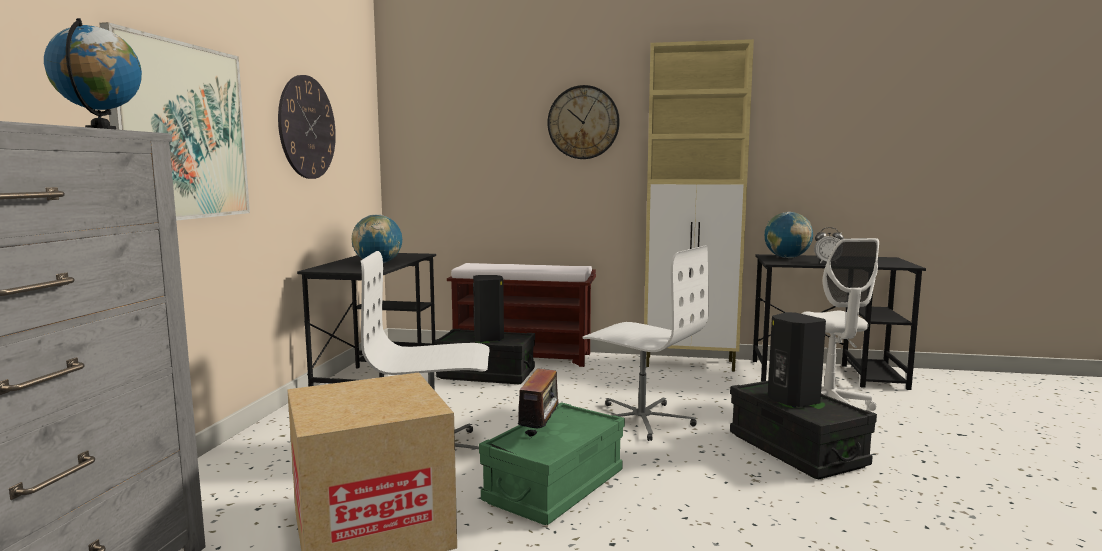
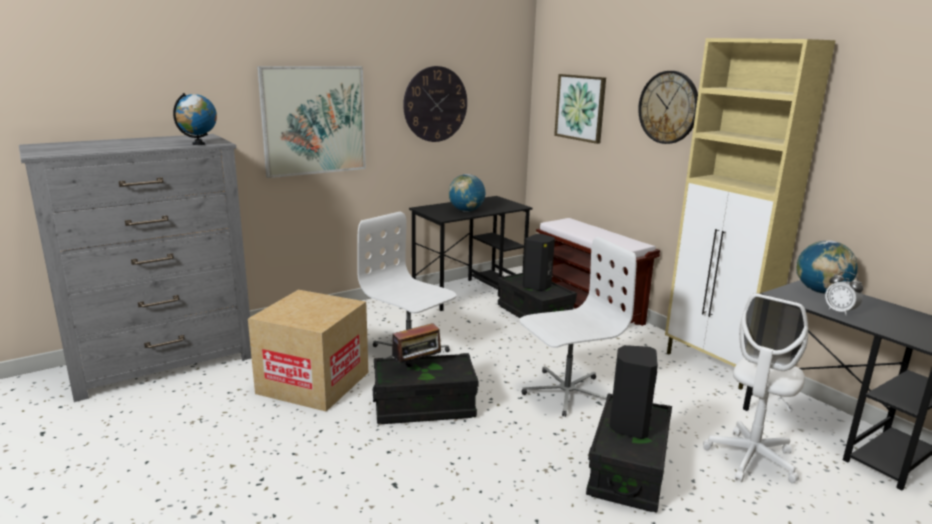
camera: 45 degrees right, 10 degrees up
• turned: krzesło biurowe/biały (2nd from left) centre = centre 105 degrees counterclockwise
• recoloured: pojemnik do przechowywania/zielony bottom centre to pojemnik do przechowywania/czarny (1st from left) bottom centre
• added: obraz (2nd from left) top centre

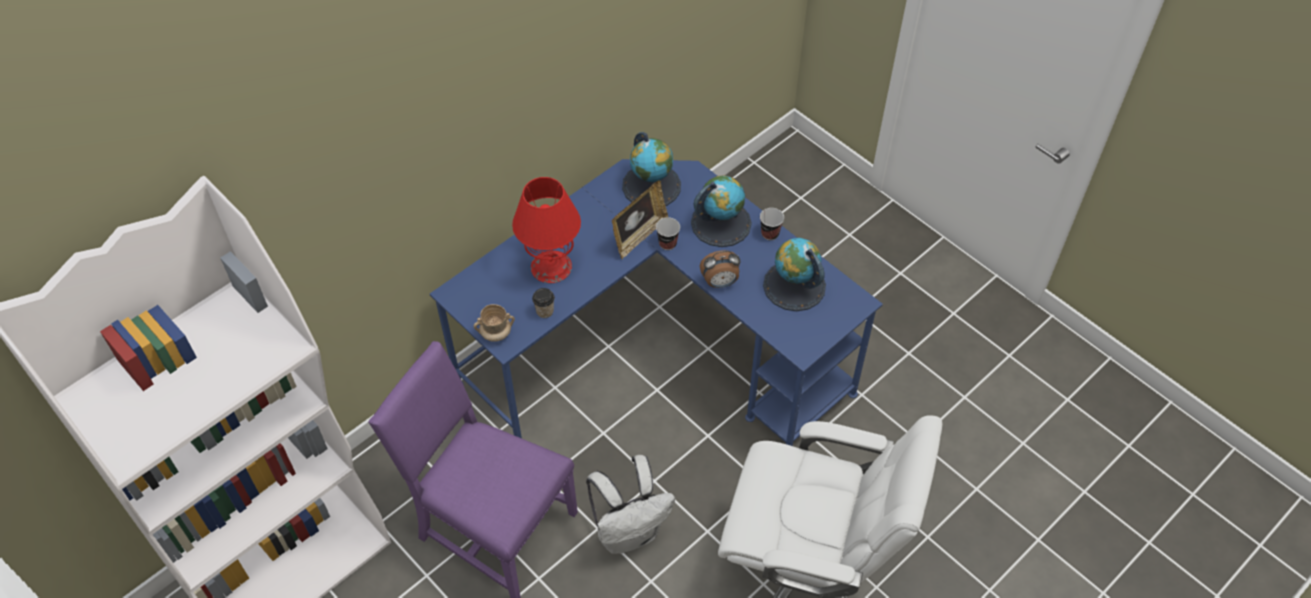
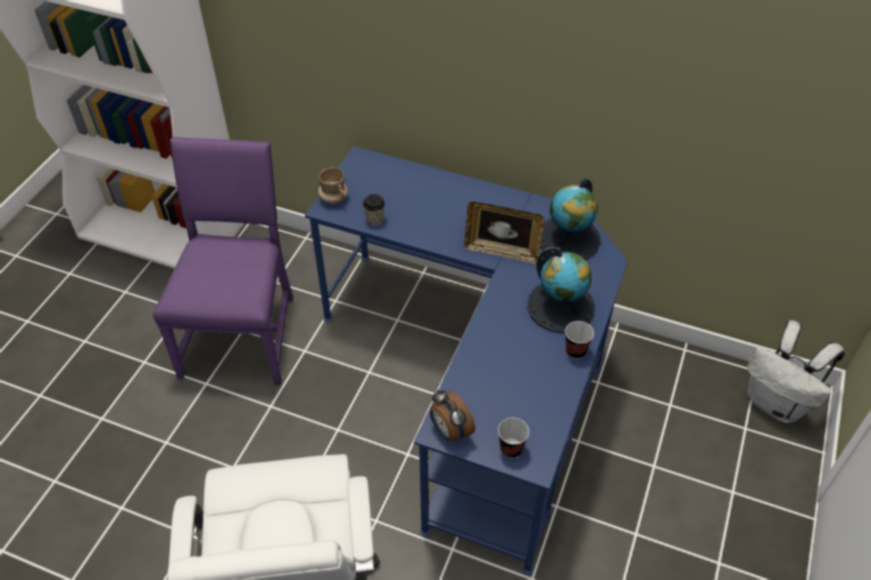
camera: 65 degrees right, 5 degrees down
• removed: lampa stołowa/czerwony centre
• moved: filiżanka (2nd from left) centre to bottom centre
• removed: globus (3rd from left) centre
• moved: budzik centre to bottom centre
• moved: plecak/biały bottom centre to middle right

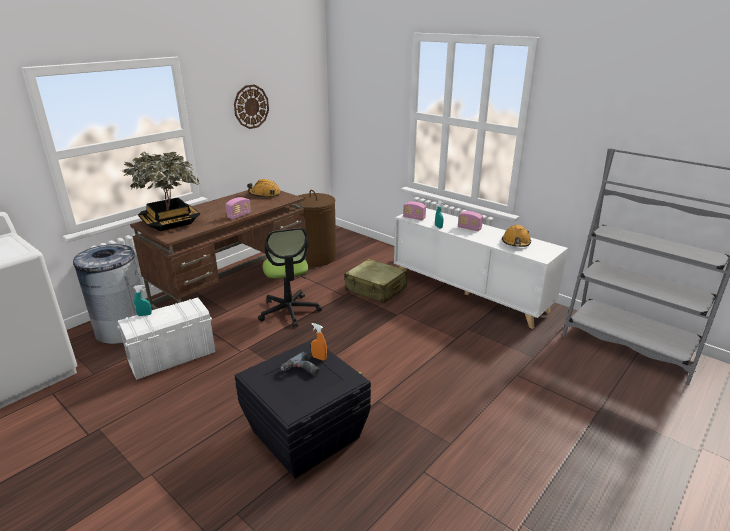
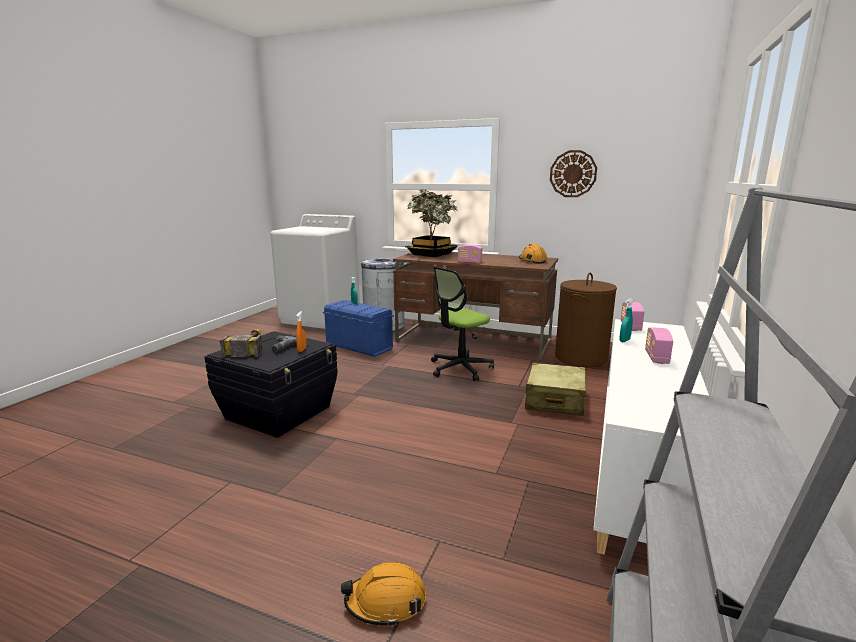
camera: 70 degrees right, 10 degrees down
• moved: kask/pomarańczowy (2nd from left in the first image) middle right to kask/pomarańczowy (1st from left) bottom centre
• recoloured: pojemnik do przechowywania/biały middle left to pojemnik do przechowywania/niebieski centre
• added: młotek middle left

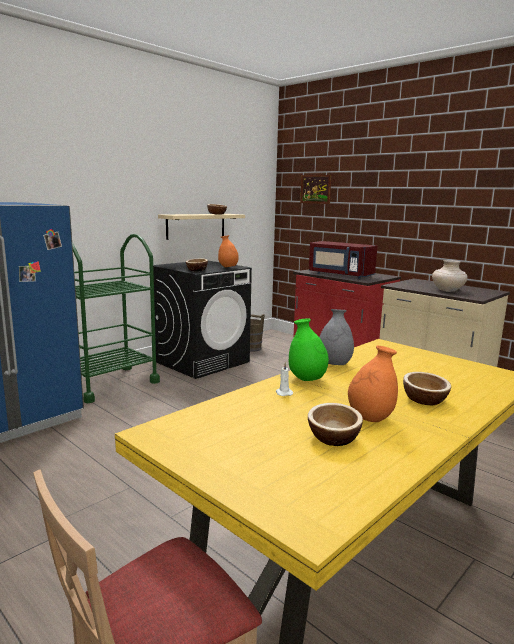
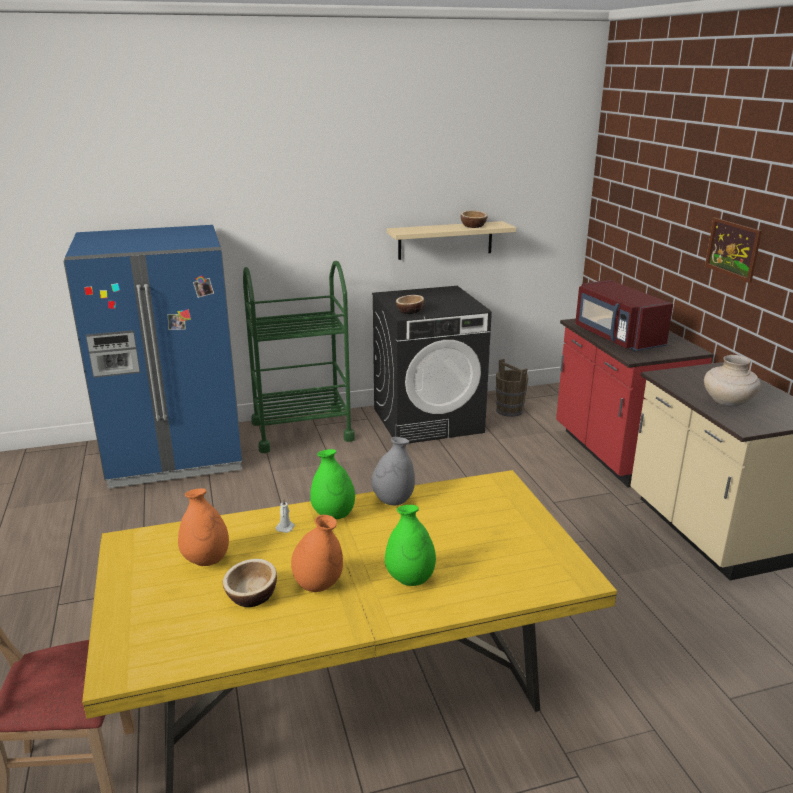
camera: 30 degrees right, 10 degrees up
• moved: obraz top centre to top right
• moved: wazon/pomarańczowy (1st from left) centre to middle left
• replaced: miska (4th from left) middle right to wazon/zielony (2nd from left) bottom centre

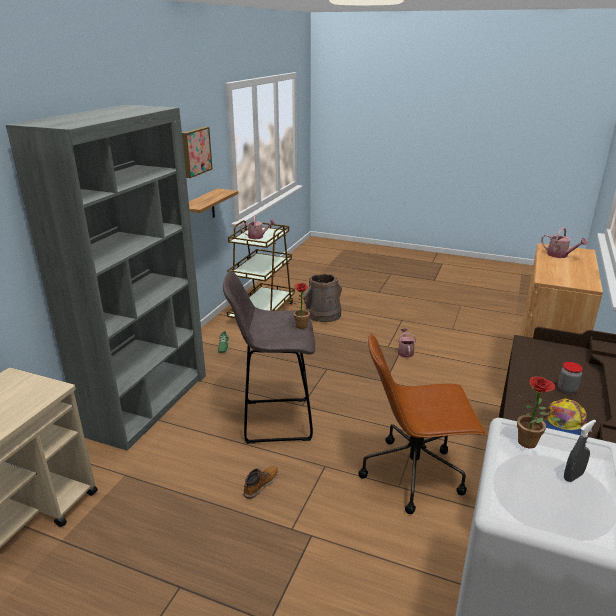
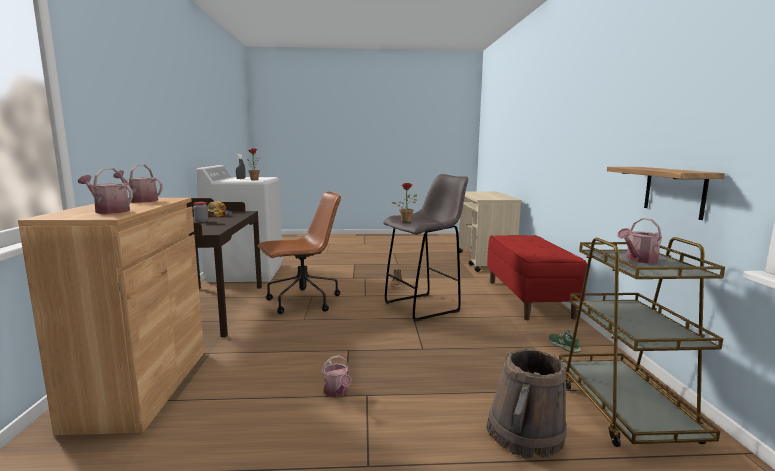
camera: 155 degrees right, 15 degrees down
• replaced: regał/szary middle left to ławka/czerwony middle right
• removed: obraz top left
• added: konewka (2nd from left) middle left

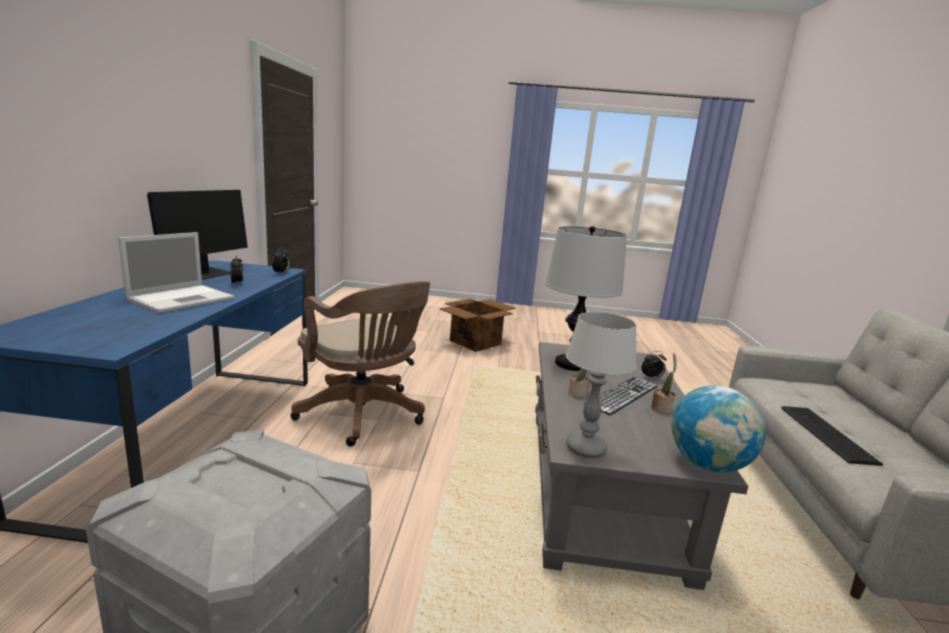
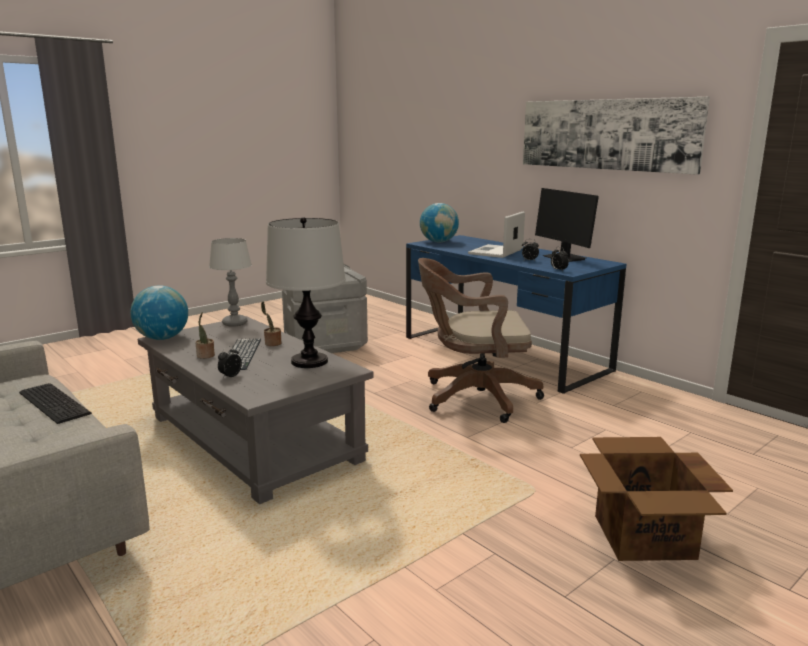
camera: 135 degrees right, 0 degrees up
• turned: laptop middle left = centre 45 degrees clockwise
• added: obraz top right
• added: globus (2nd from left) centre

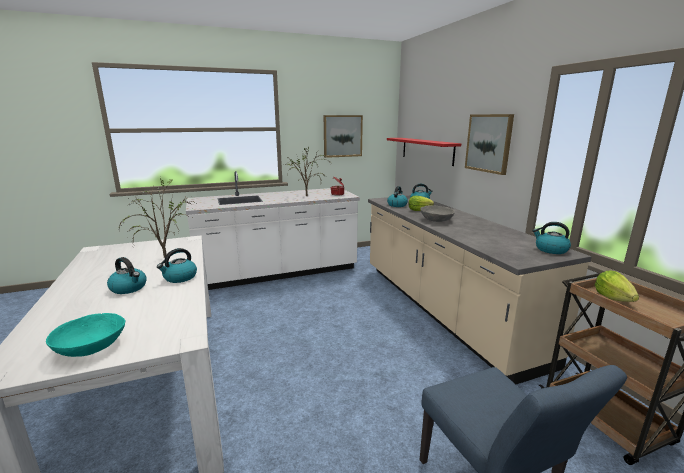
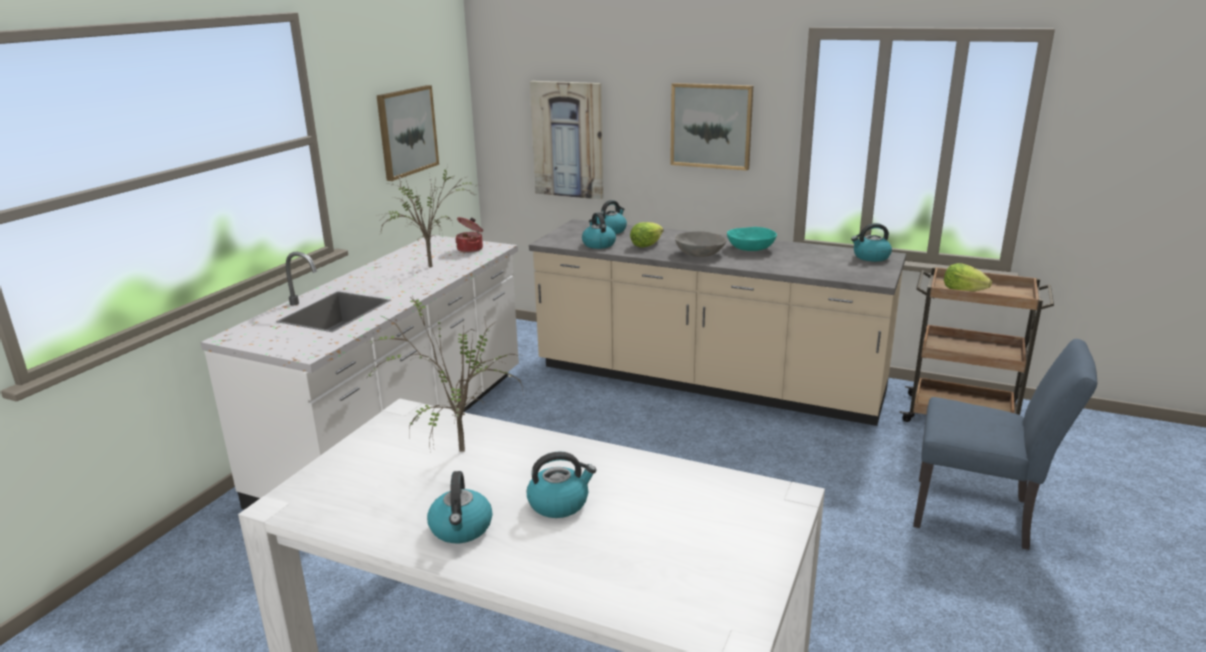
camera: 45 degrees left, 5 degrees up
• replaced: półka/czerwony top centre to obraz (2nd from left) top centre
• moved: czajnik (2nd from left in the first image) middle left to czajnik (1st from left) bottom centre
• moved: miska/turkusowy bottom left to centre

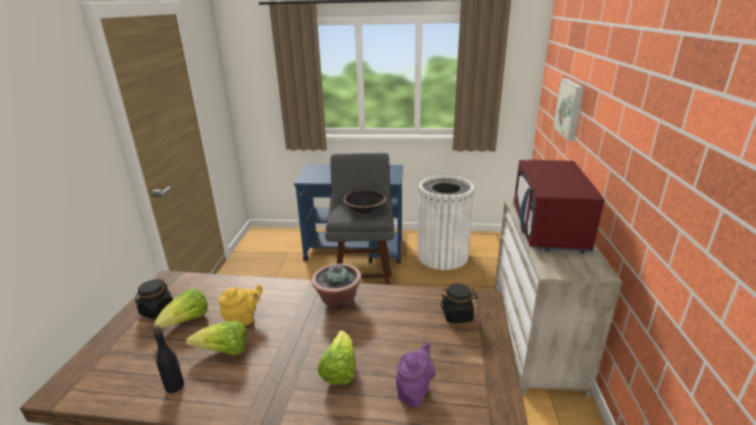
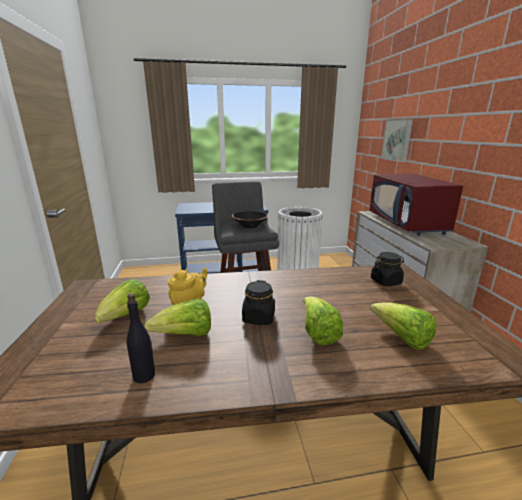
camera: 15 degrees left, 5 degrees down
• removed: roślina doniczkowa bottom centre
• moved: słoik/czarny (1st from left) bottom left to centre
• replaced: imbryk/fioletowy bottom centre to sałata (4th from left) middle right

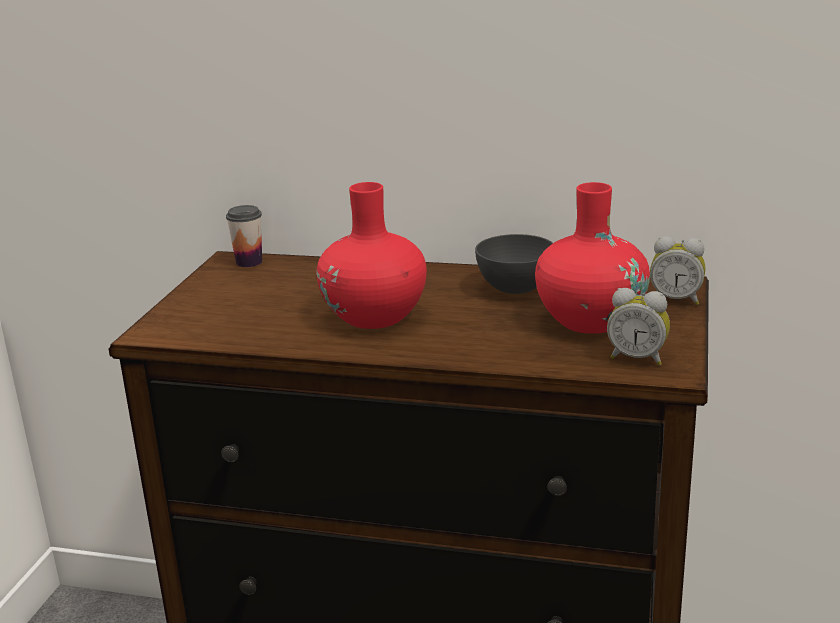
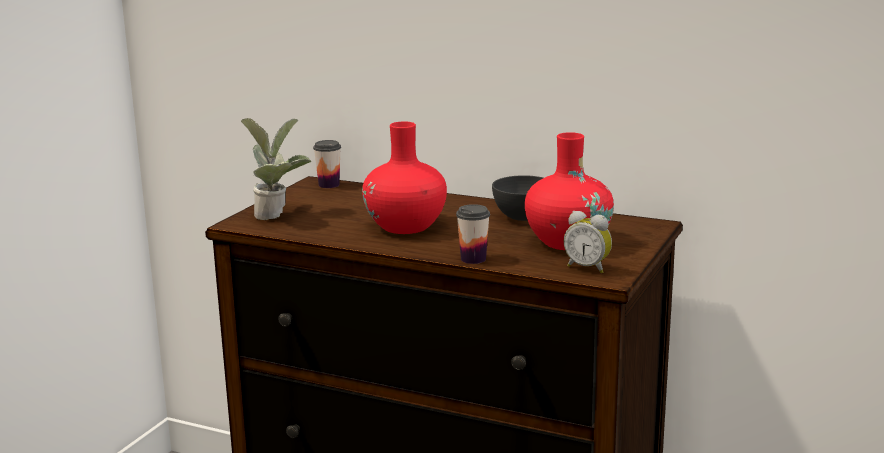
camera: 10 degrees right, 5 degrees down
• removed: budzik (2nd from left) middle right
• added: roślina doniczkowa middle left
• added: filiżanka (2nd from left) centre

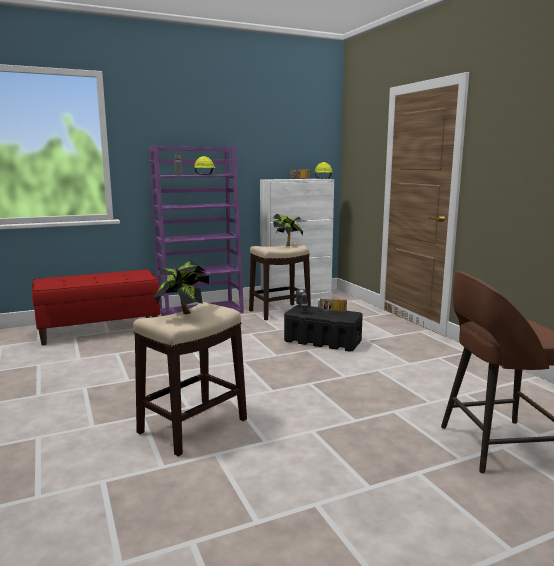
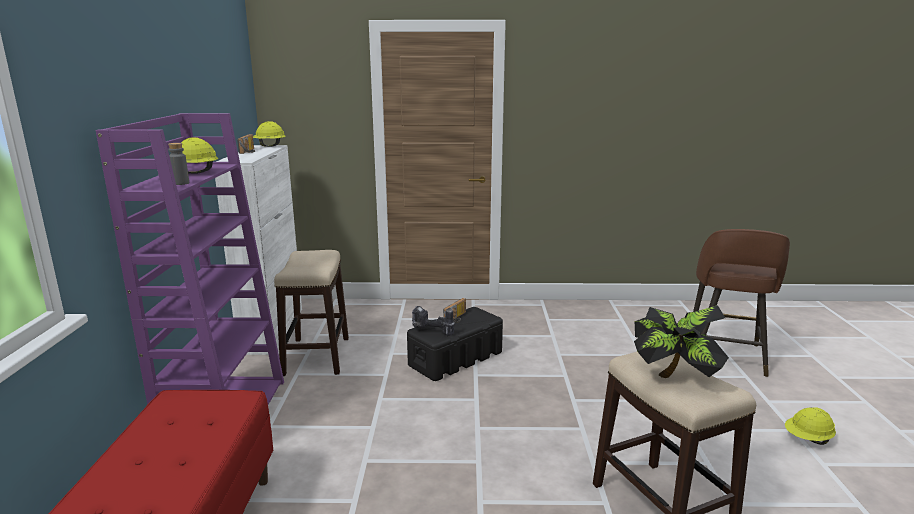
camera: 65 degrees left, 5 degrees up
• removed: roślina doniczkowa (2nd from left) centre
• added: kask/żółty (3rd from left) bottom right

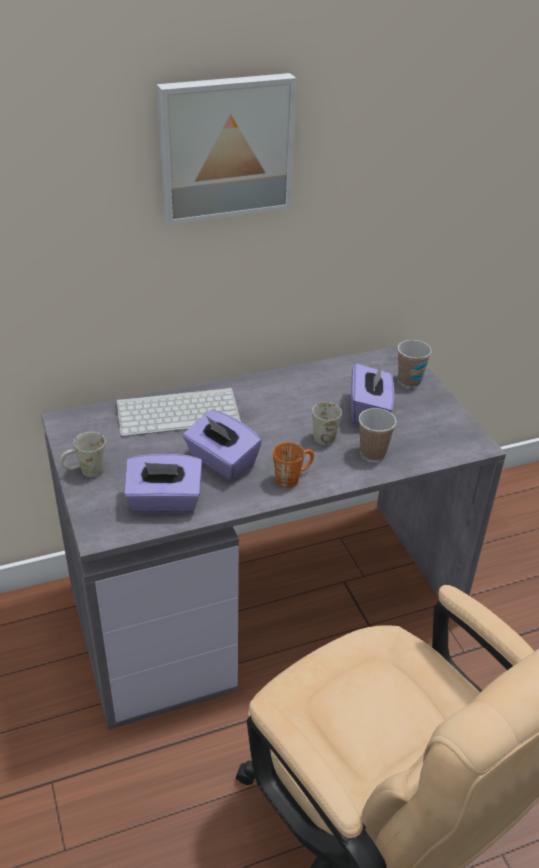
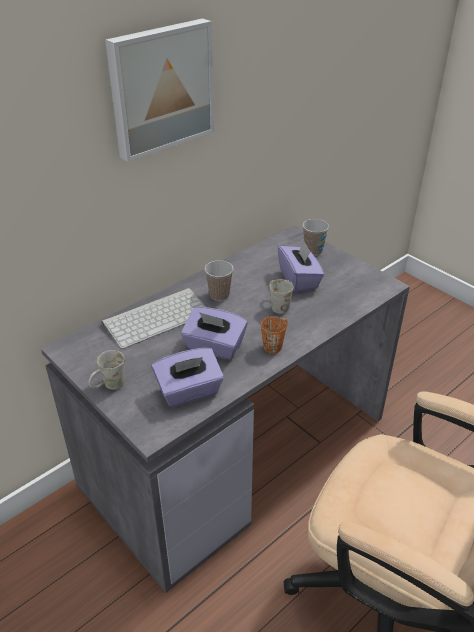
camera: 20 degrees left, 0 degrees up
• moved: filiżanka (1st from left) middle right to centre

